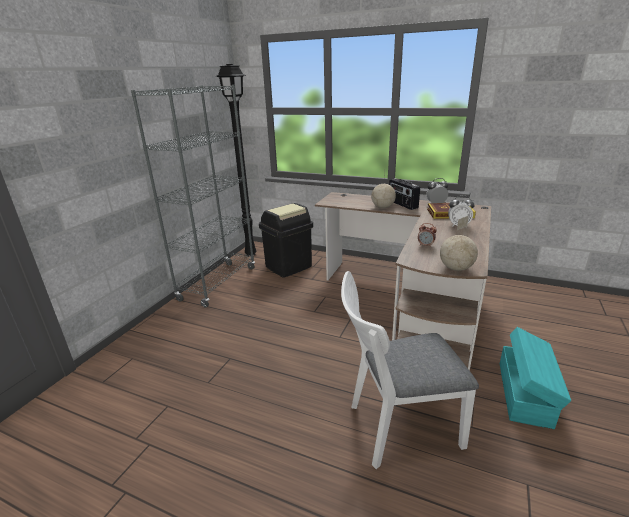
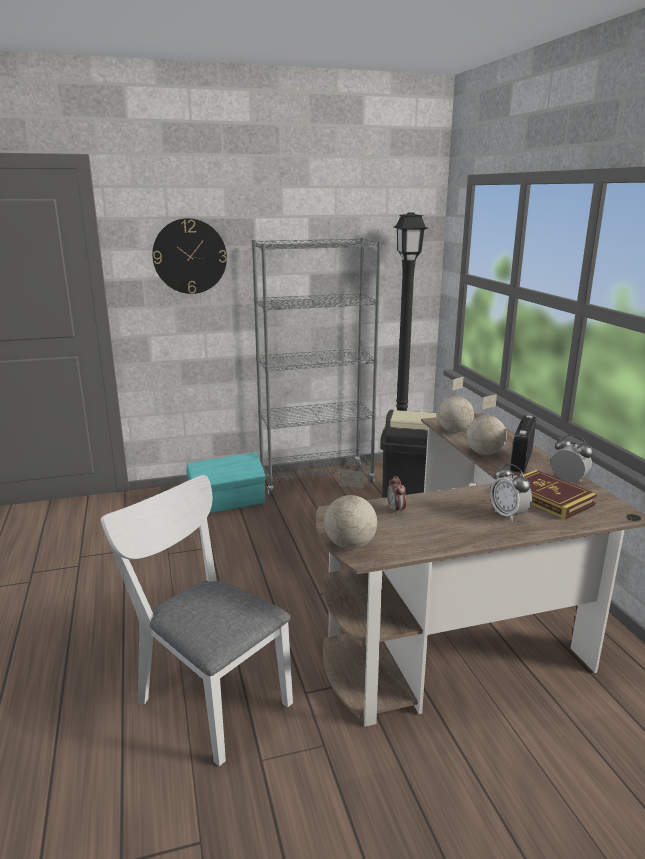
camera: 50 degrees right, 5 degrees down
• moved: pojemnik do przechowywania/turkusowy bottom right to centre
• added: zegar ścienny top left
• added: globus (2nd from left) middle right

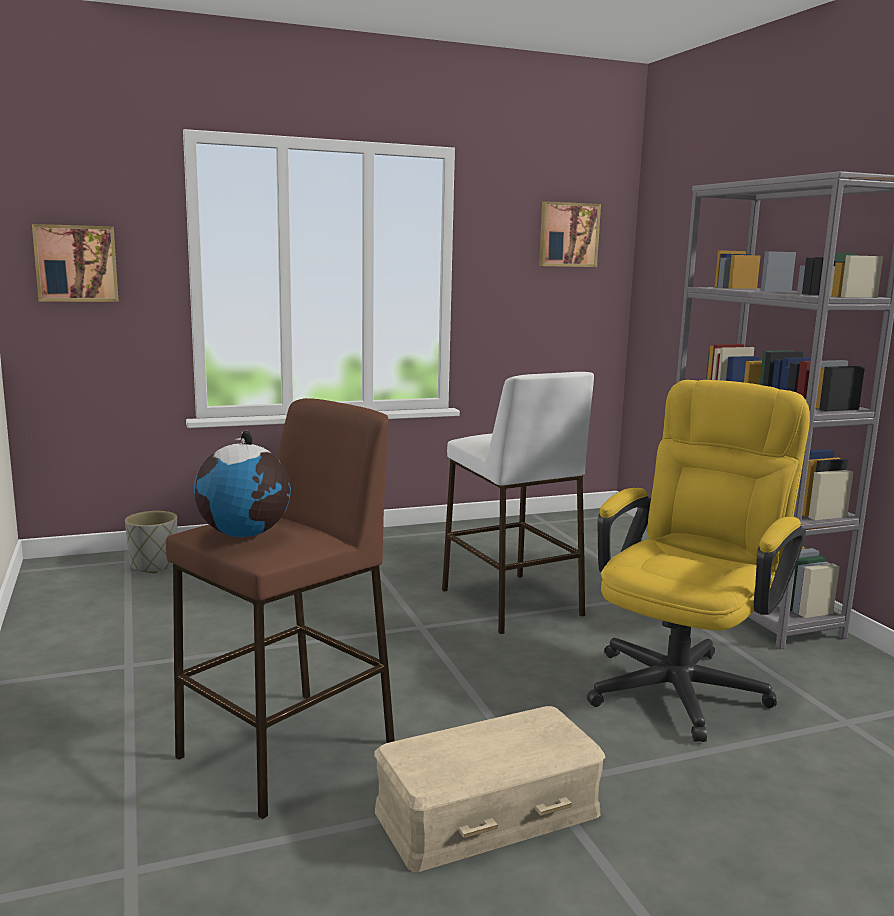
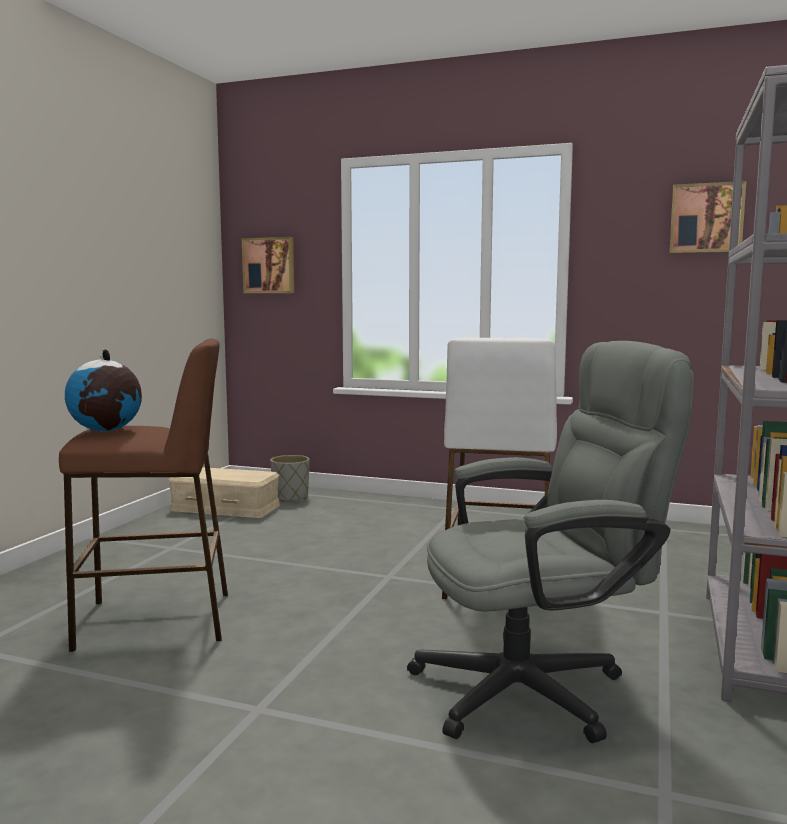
camera: 40 degrees right, 5 degrees down
• recoloured: krzesło biurowe/żółty middle right to krzesło biurowe/szary middle right
• moved: pojemnik do przechowywania/beżowy bottom centre to middle left

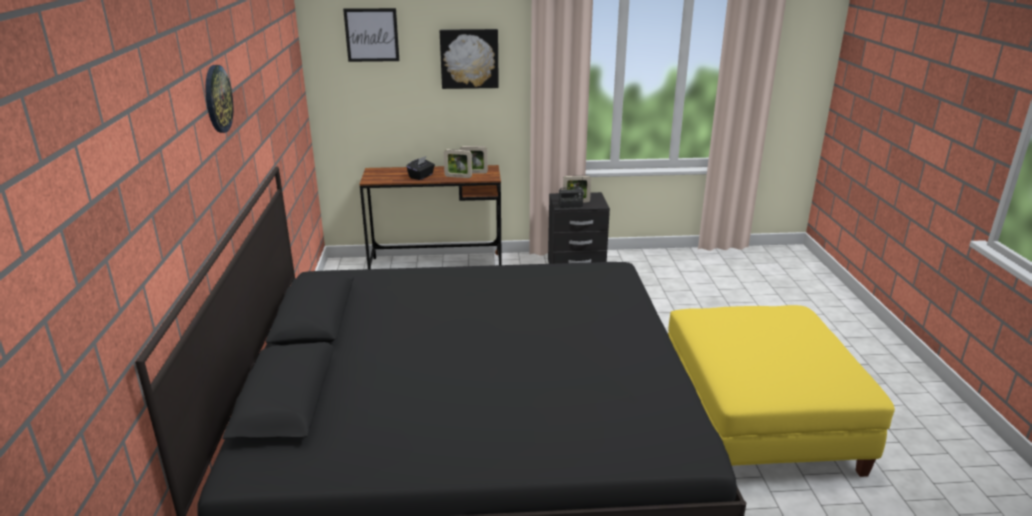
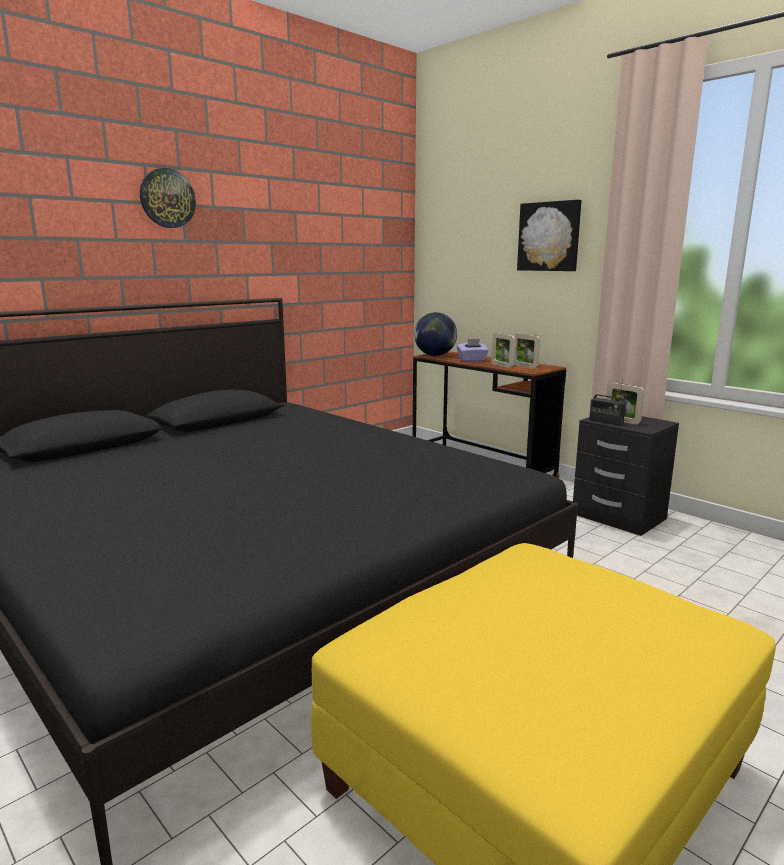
camera: 50 degrees right, 10 degrees down
• removed: obraz (1st from left) top centre
• recoloured: pudełko chusteczek/czarny top centre to pudełko chusteczek/fioletowy centre
• added: globus centre

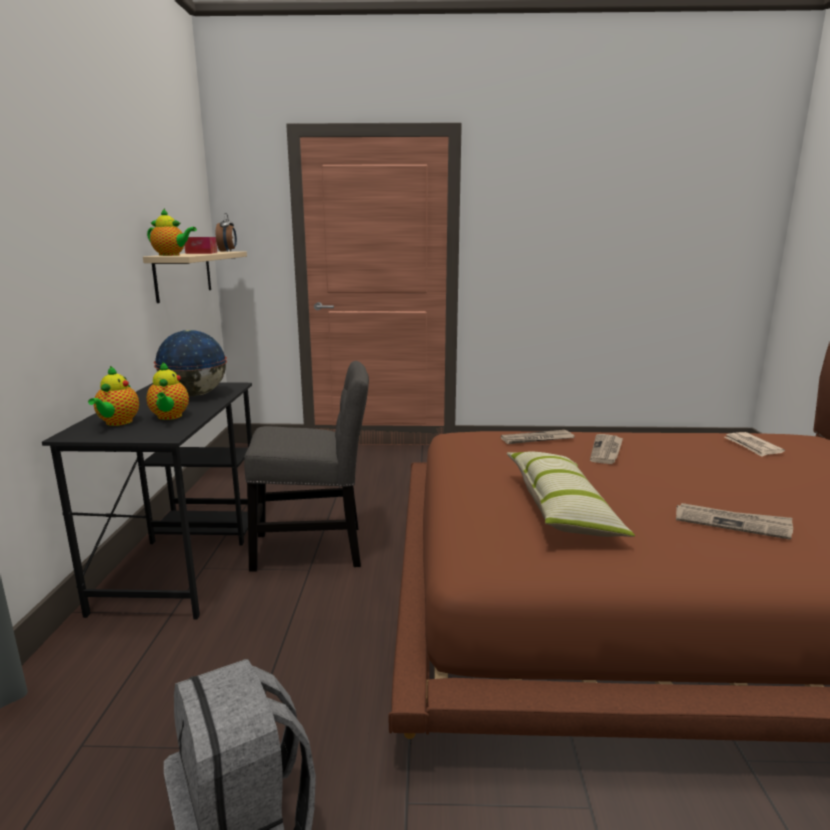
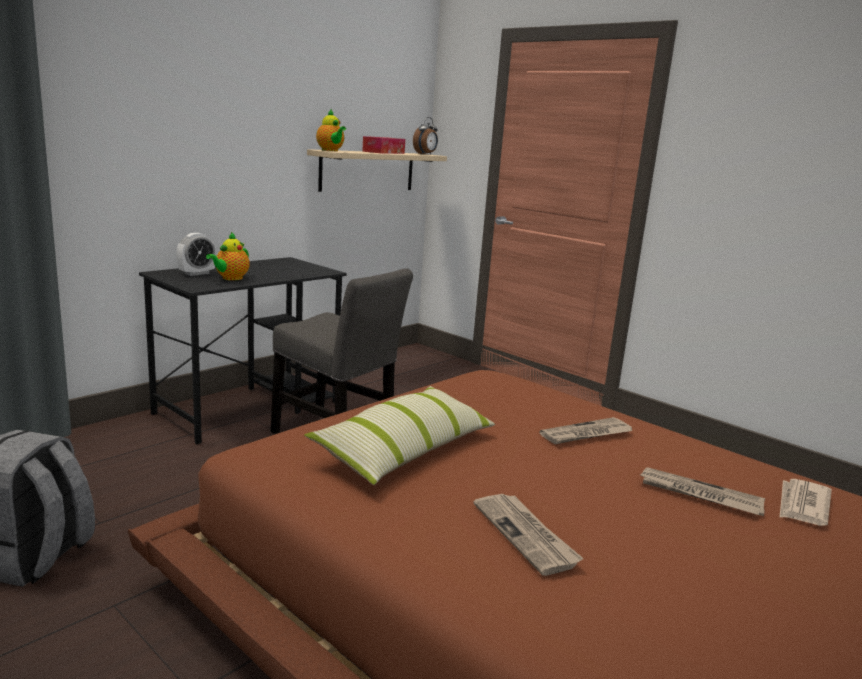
camera: 40 degrees right, 0 degrees up
• removed: globus middle left
• replaced: imbryk (1st from left) middle left to budzik (1st from left) middle left
• moved: gazeta (1st from left in the first image) centre to gazeta (3rd from left) bottom right

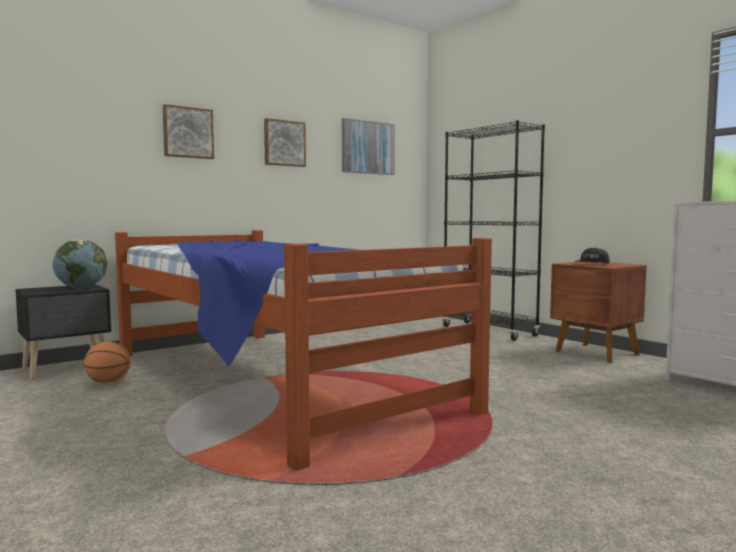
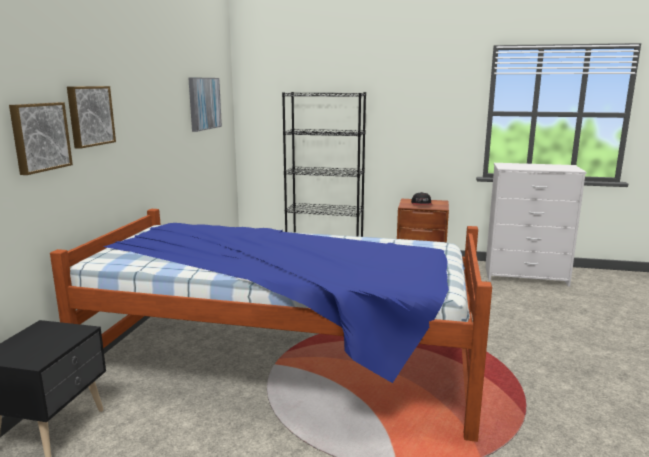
camera: 40 degrees left, 10 degrees up
• moved: obraz (2nd from left in the first image) top centre to obraz (1st from left) top left
• removed: globus middle left
• removed: piłka do koszykówki middle left

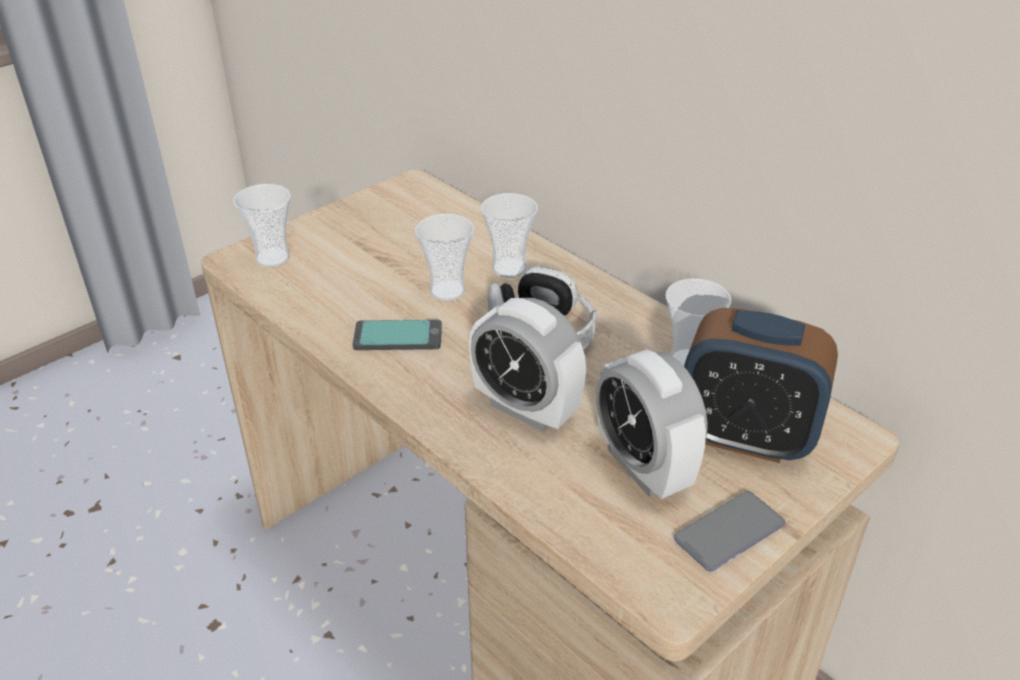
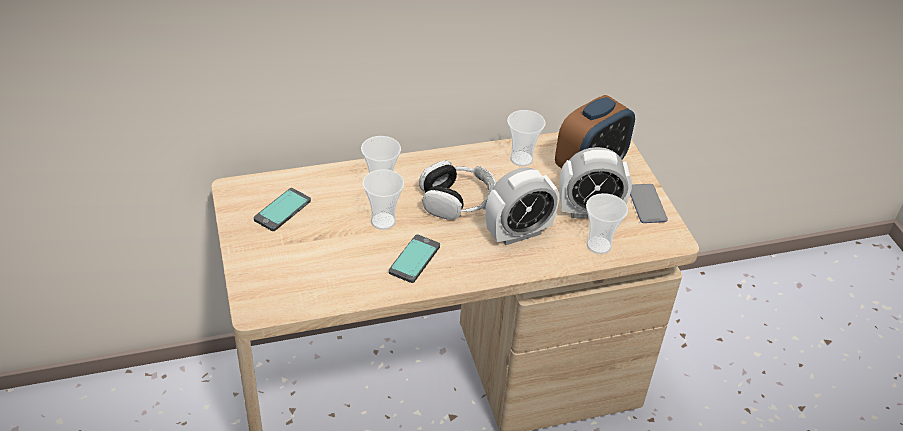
camera: 65 degrees left, 5 degrees up
• moved: filiżanka (1st from left in the first image) top left to filiżanka (4th from left) middle right
• added: telefon (1st from left) middle left

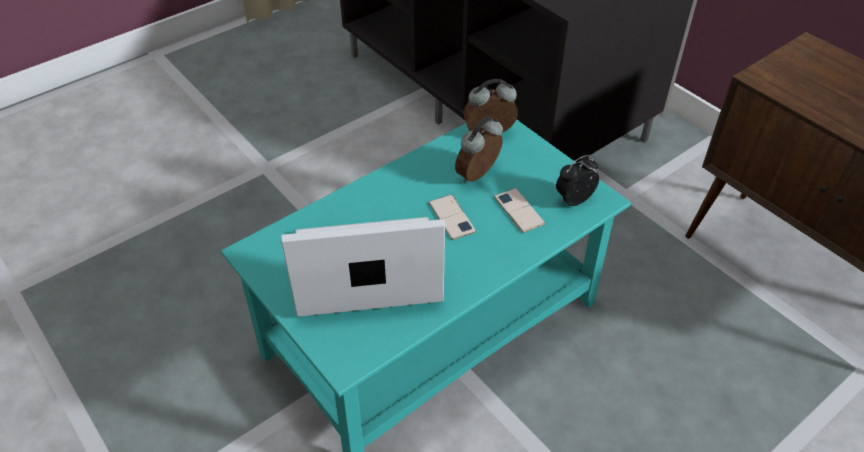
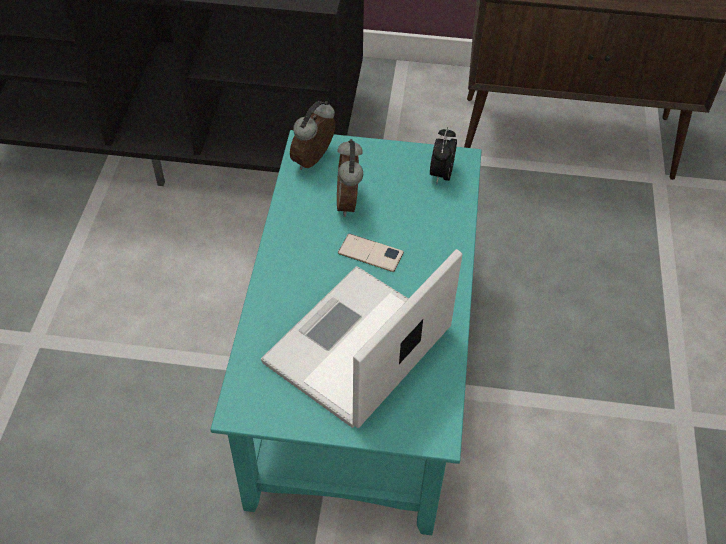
camera: 45 degrees left, 5 degrees up
• removed: telefon (2nd from left) centre

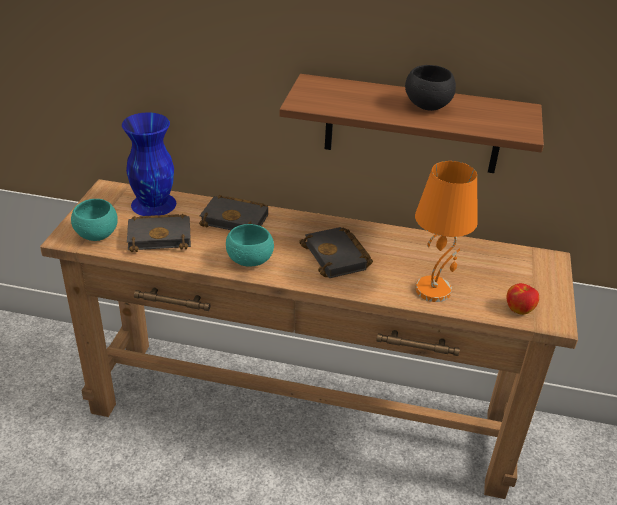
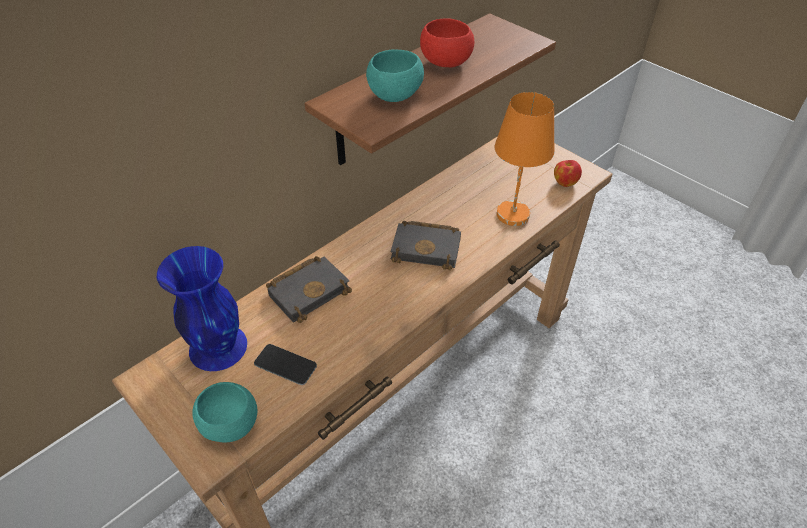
camera: 55 degrees left, 10 degrees up
• recoloured: miska/czarny top right to miska/czerwony top centre
• replaced: książka/czarny (1st from left) middle left to telefon bottom centre
• moved: miska/turkusowy (2nd from left) centre to top centre

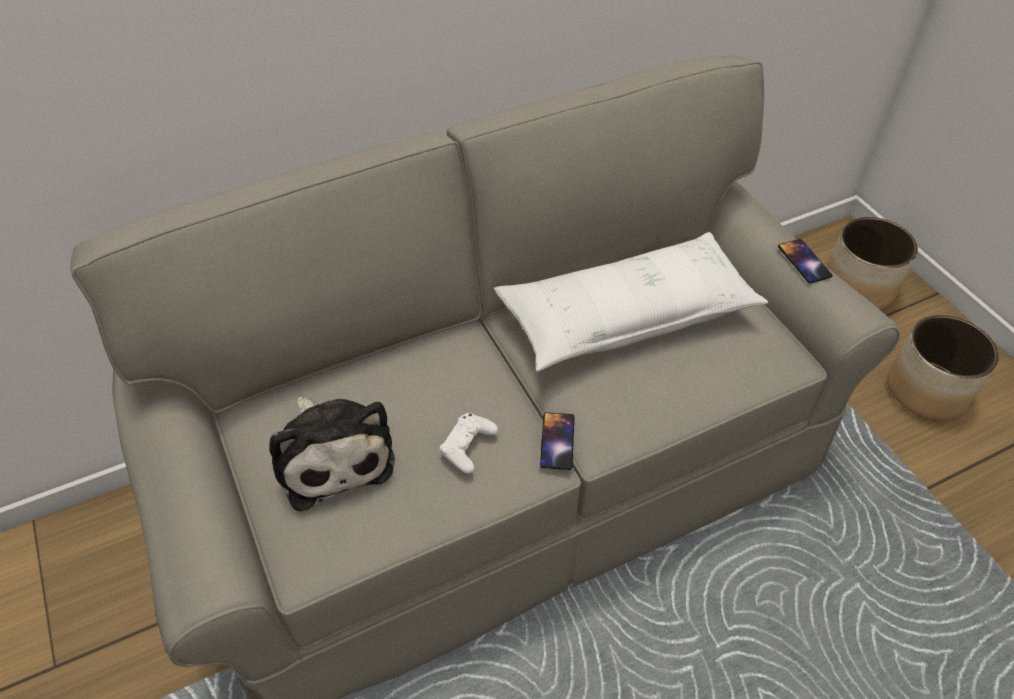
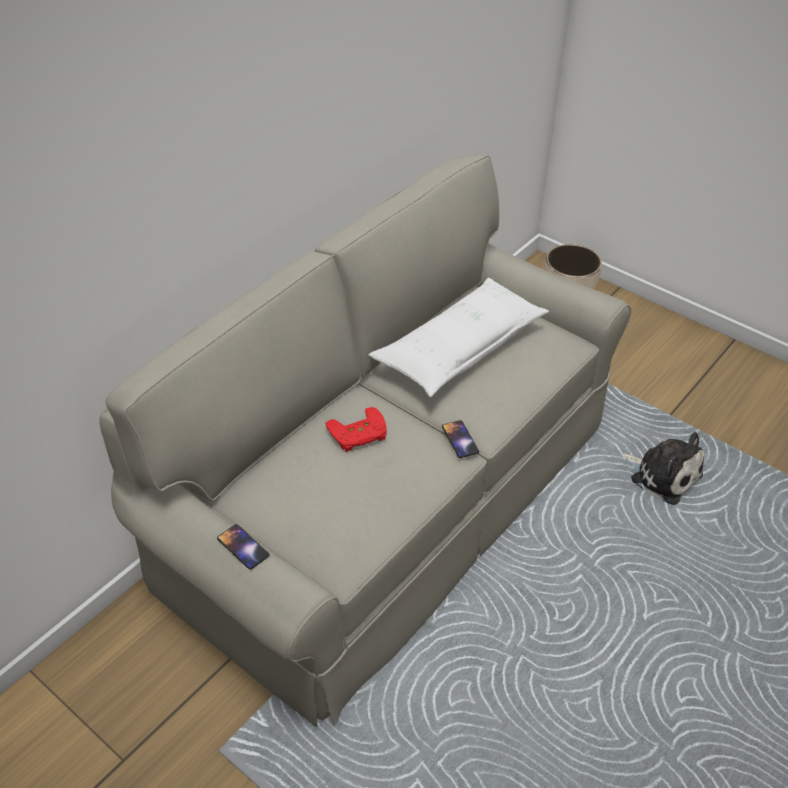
camera: 25 degrees left, 5 degrees down
• moved: telefon (2nd from left in the first image) middle right to telefon (1st from left) bottom left
• removed: donica (2nd from left) middle right
• moved: pluszak middle left to middle right
• removed: pad do gier/biały centre
• added: pad do gier/czerwony centre

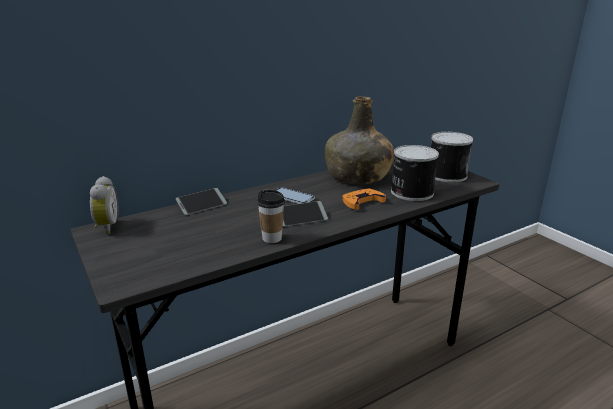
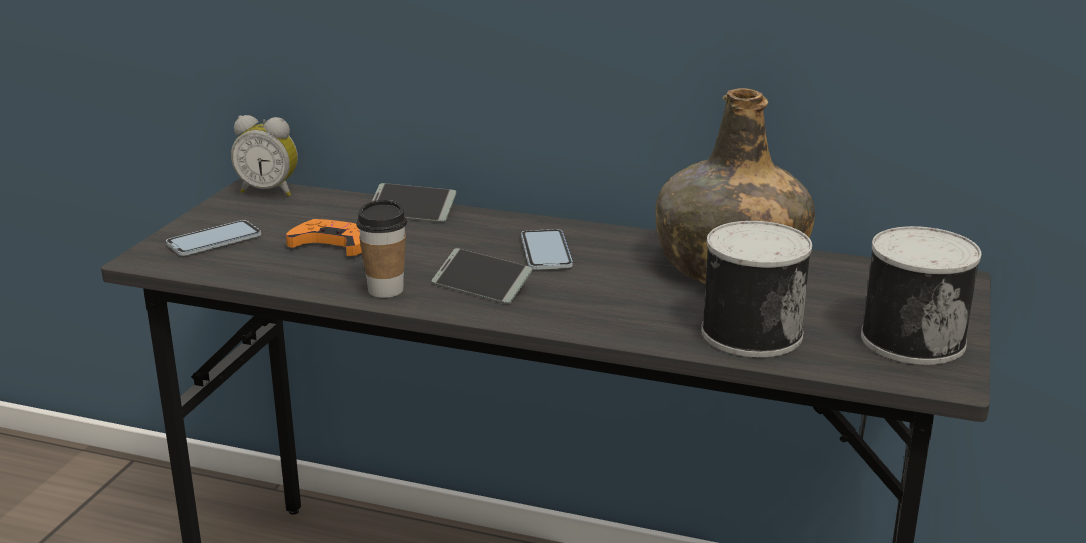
camera: 50 degrees right, 0 degrees up
• turned: budzik middle left = top left 60 degrees clockwise
• moved: pad do gier/pomarańczowy centre to middle left
• added: telefon (1st from left) middle left

